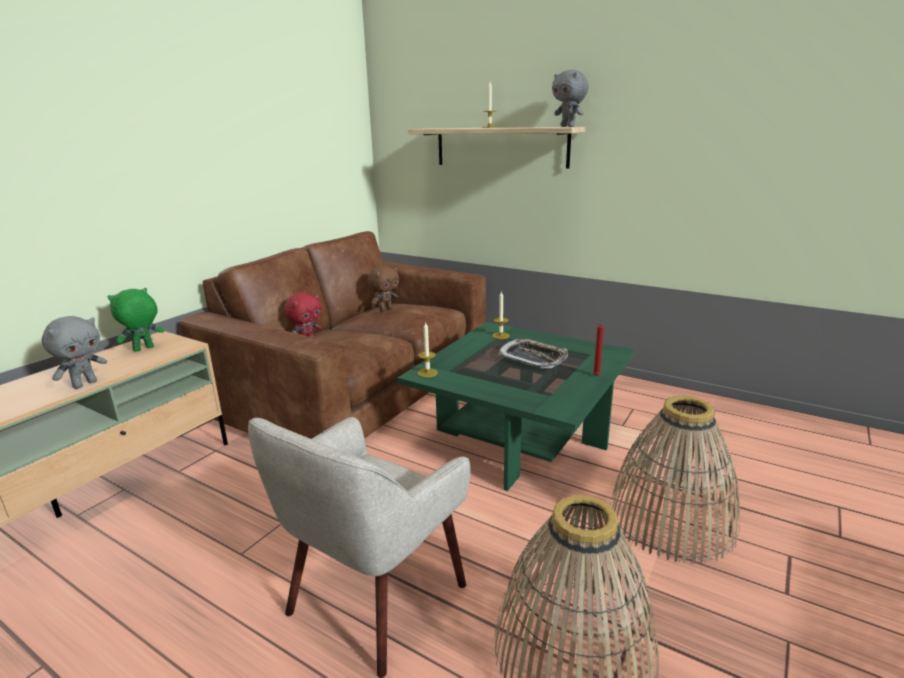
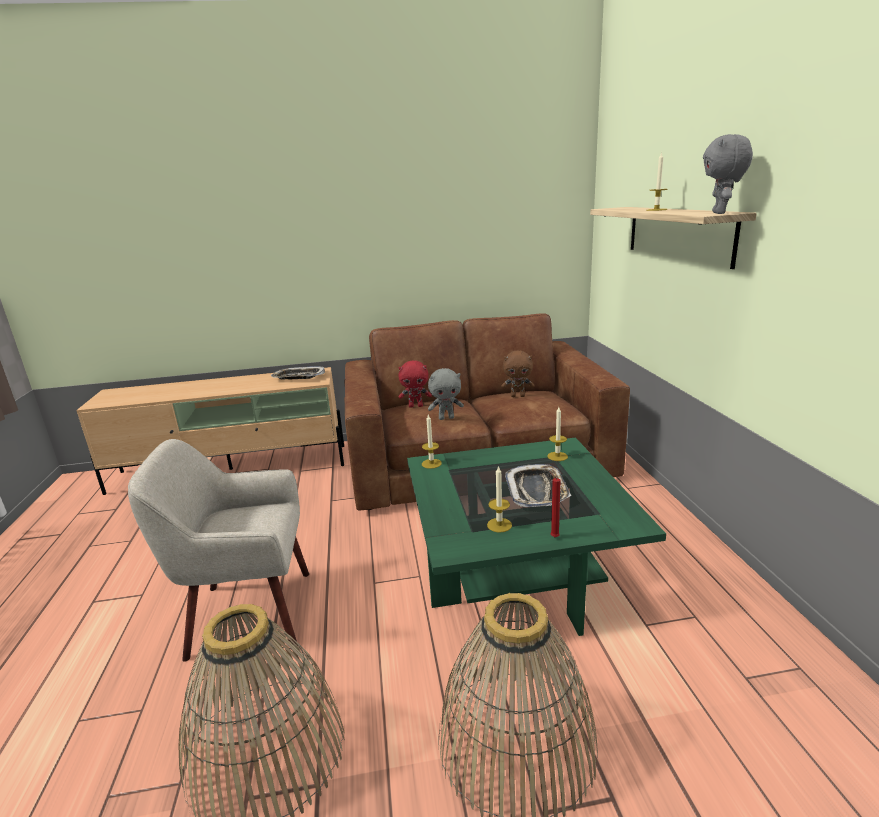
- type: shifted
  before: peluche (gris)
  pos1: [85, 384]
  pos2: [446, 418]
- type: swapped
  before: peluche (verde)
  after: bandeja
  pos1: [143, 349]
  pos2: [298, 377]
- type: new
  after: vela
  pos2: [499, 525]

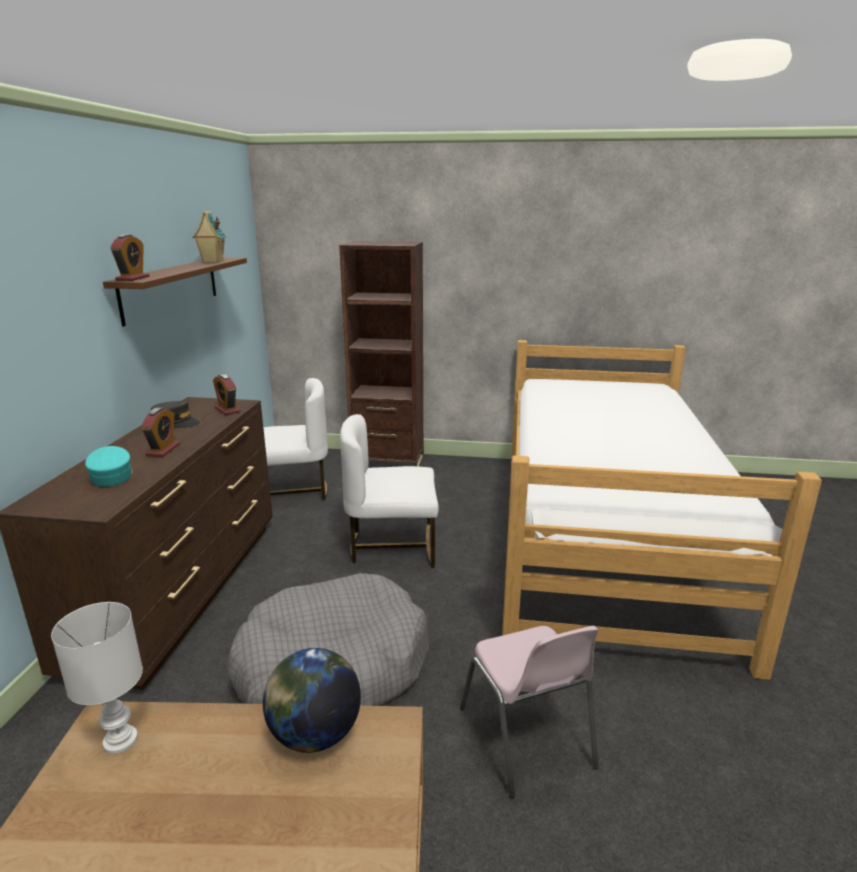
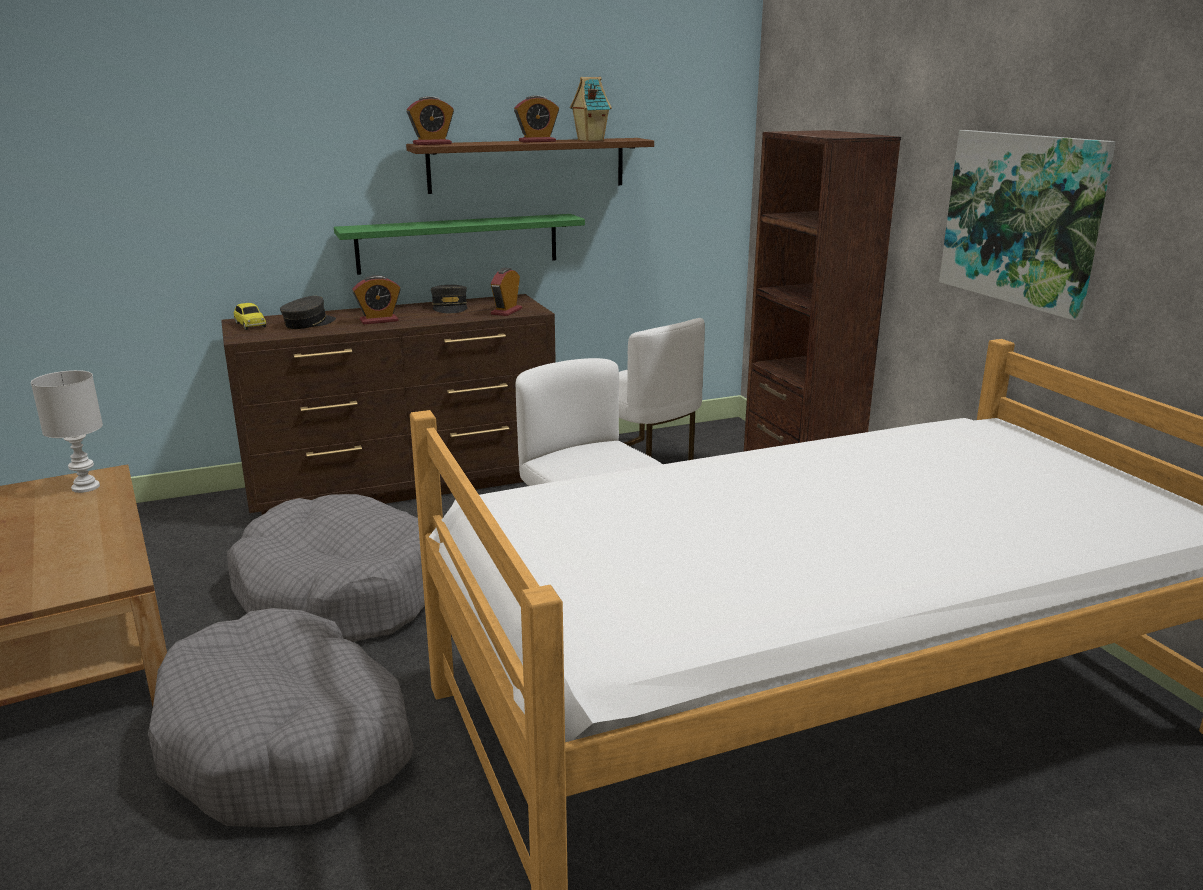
- type: repainted
  before: gorra (turquesa)
  after: gorra (gris)
  pos1: [111, 476]
  pos2: [309, 323]
- type: gone
  before: globo terráqueo
  pos1: [314, 734]
- type: swapped
  before: silla (rosa)
  after: cama para perro (gris)
  pos1: [527, 738]
  pos2: [288, 744]
- type: new
  after: coche de juguete
  pos2: [250, 325]
- type: new
  after: estante (verde)
  pos2: [458, 243]
- type: new
  after: despertador
  pos2: [537, 141]
- type: new
  after: cuadro
  pos2: [1022, 219]

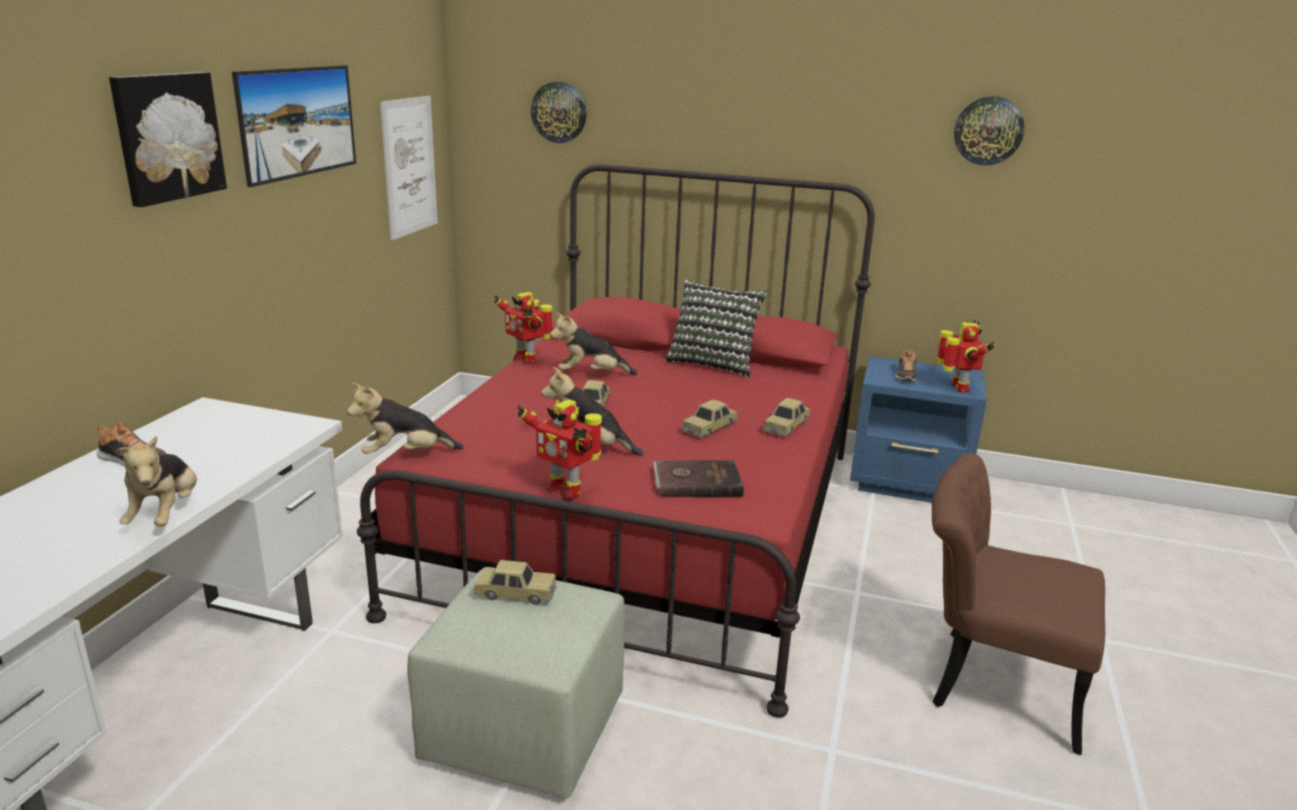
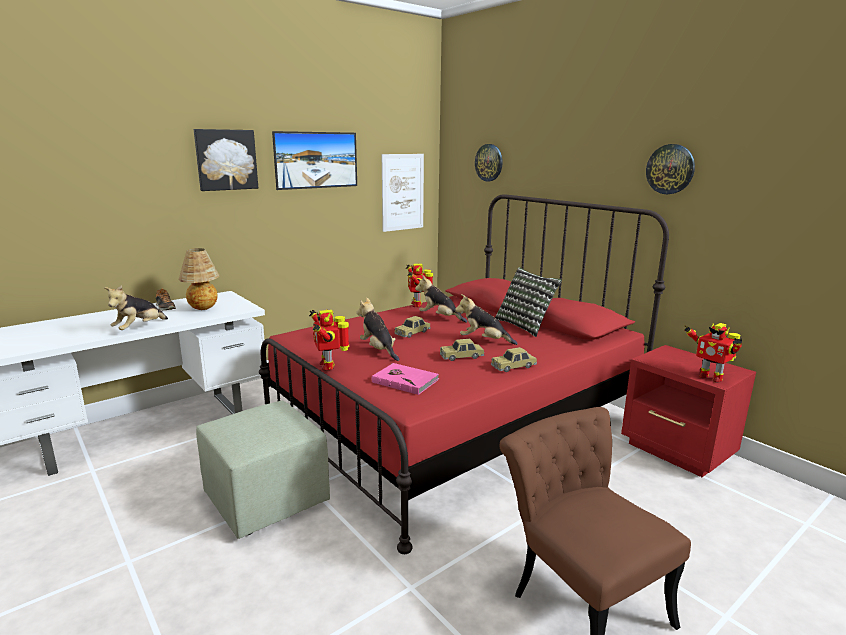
- type: shifted
  before: peluche
  pos1: [405, 455]
  pos2: [484, 341]
- type: gone
  before: coche de juguete
  pos1: [515, 593]
- type: repainted
  before: libro (marrón)
  after: libro (rosa)
  pos1: [697, 482]
  pos2: [405, 380]
- type: repainted
  before: mesita de noche (azul)
  after: mesita de noche (rojo)
  pos1: [909, 484]
  pos2: [678, 451]
- type: gone
  before: zapato
  pos1: [905, 375]
- type: rotated
  before: robot de juguete
  pos1: [958, 388]
  pos2: [710, 377]
  turn: 105
- type: shifted
  before: reloj de pared
  pos1: [988, 131]
  pos2: [670, 169]
- type: new
  after: lámpara de mesa
  pos2: [203, 309]

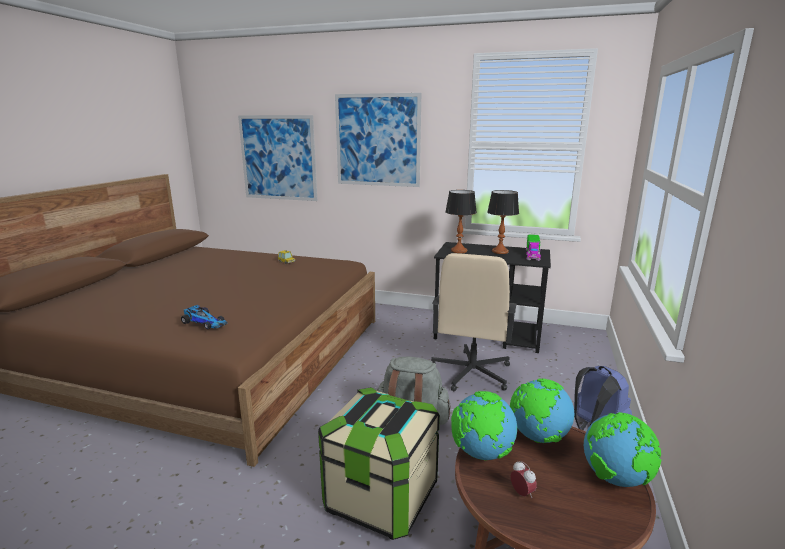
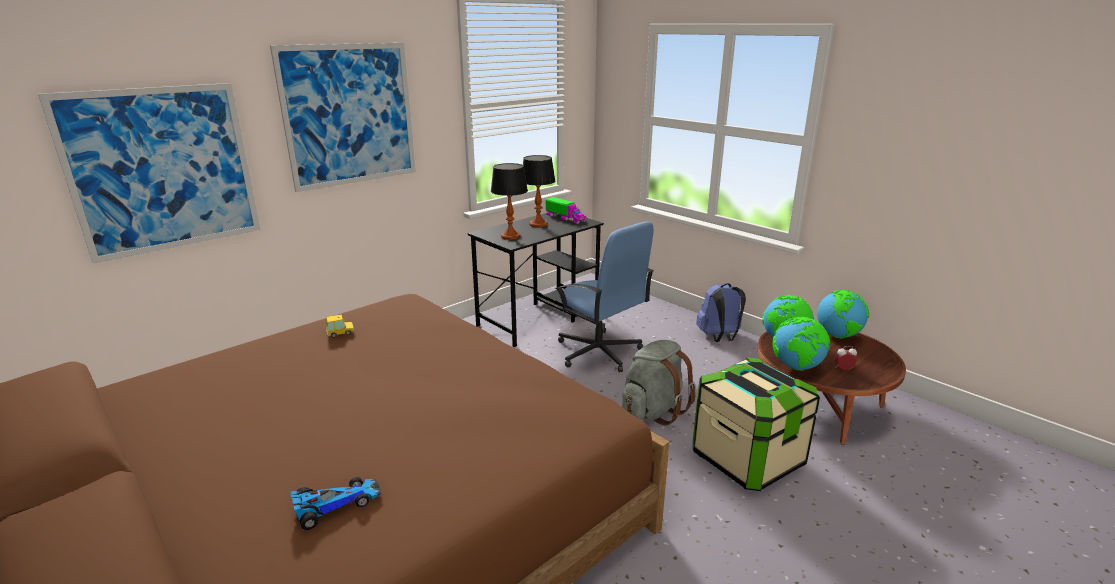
- type: shifted
  before: coche de juguete
  pos1: [206, 322]
  pos2: [335, 504]
- type: repainted
  before: silla de oficina (beis)
  after: silla de oficina (azul)
  pos1: [471, 373]
  pos2: [599, 352]

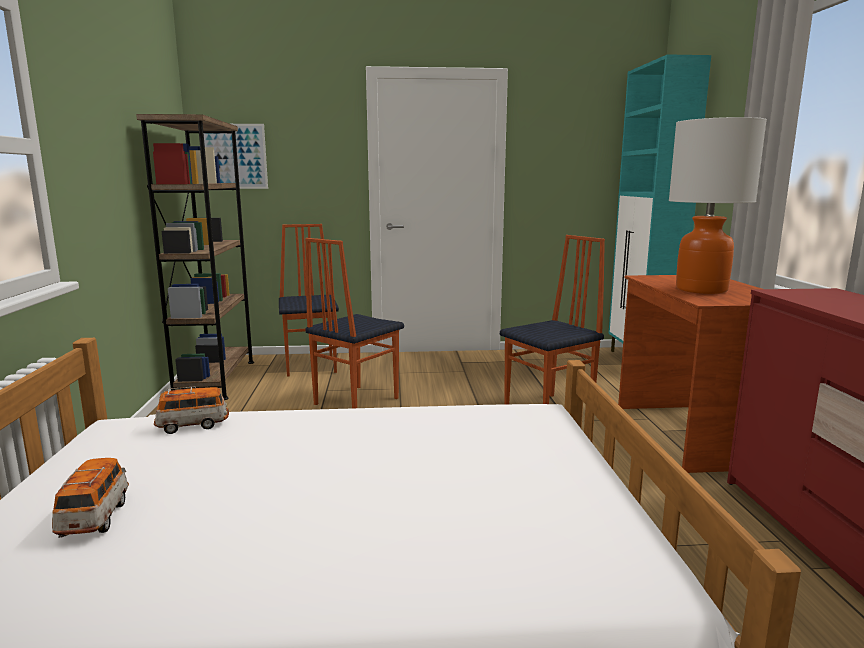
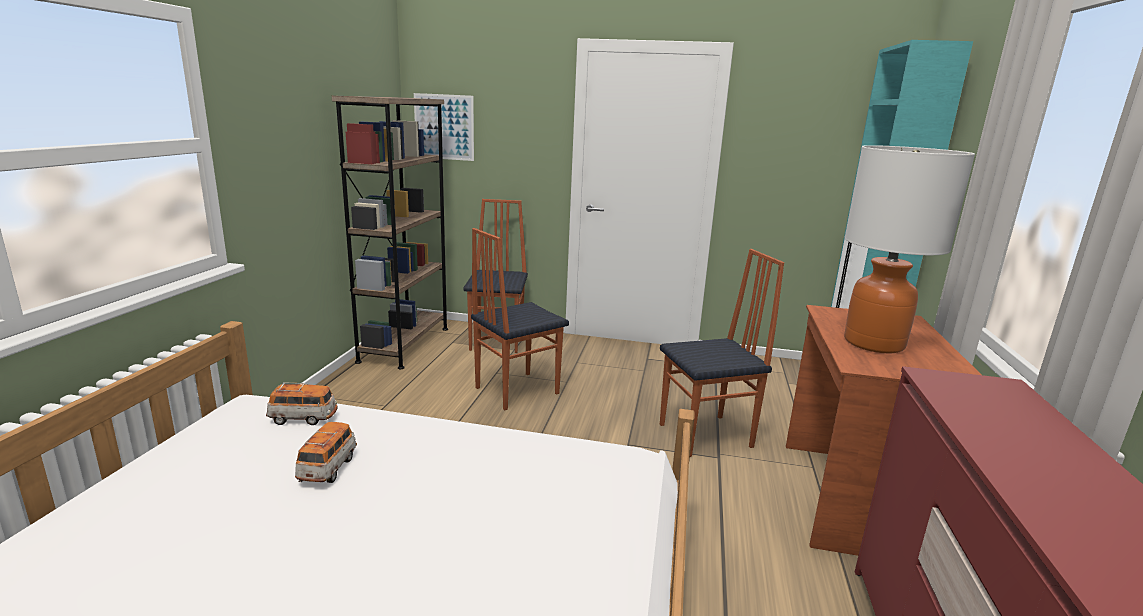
- type: shifted
  before: coche de juguete
  pos1: [95, 517]
  pos2: [328, 468]

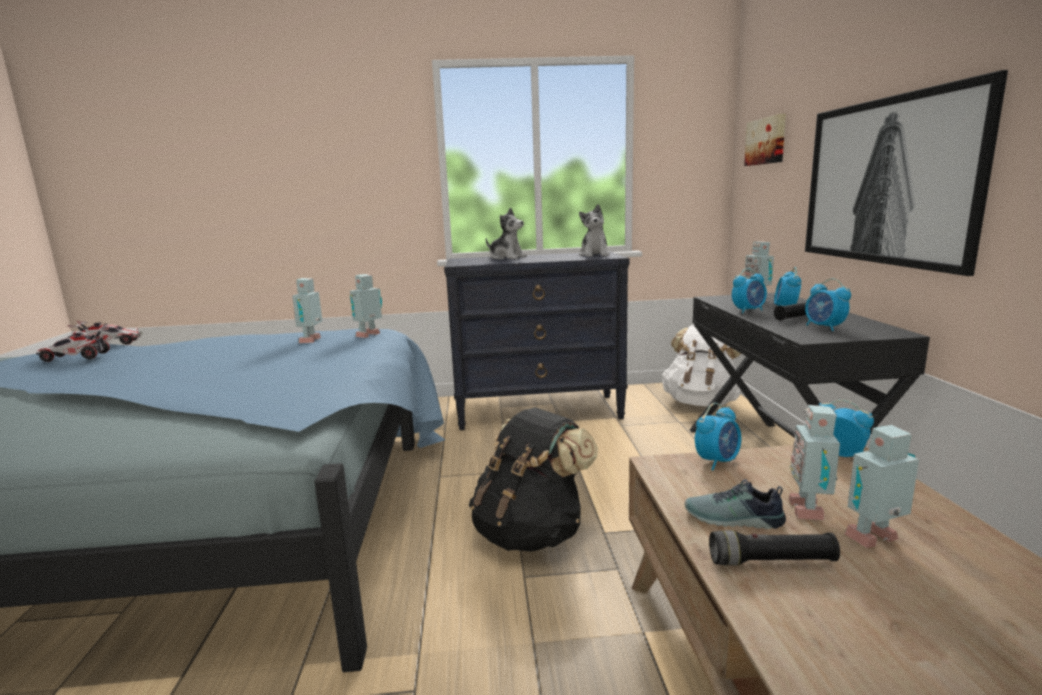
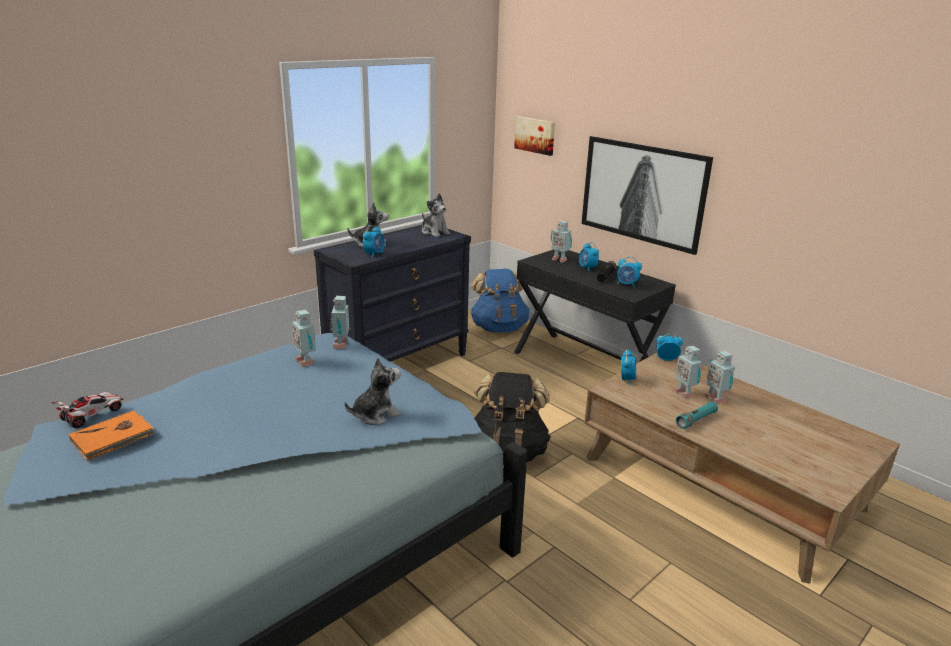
- type: swapped
  before: coche de juguete
  after: libro (naranja)
  pos1: [76, 357]
  pos2: [113, 438]
- type: repainted
  before: mochila (blanco)
  after: mochila (azul)
  pos1: [702, 403]
  pos2: [499, 328]
- type: gone
  before: zapato
  pos1: [733, 520]
- type: repainted
  before: linterna (negro)
  after: linterna (turquesa)
  pos1: [771, 561]
  pos2: [696, 420]
- type: shifted
  before: despertador
  pos1: [748, 311]
  pos2: [374, 254]
- type: rotated
  before: robot de juguete
  pos1: [875, 539]
  pos2: [715, 398]
  turn: -60
- type: new
  after: peluche
  pos2: [375, 414]

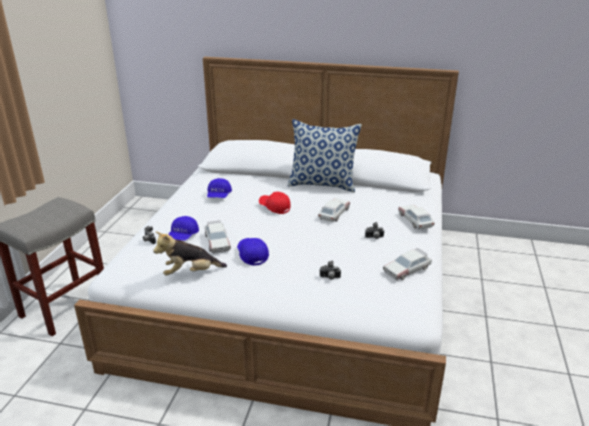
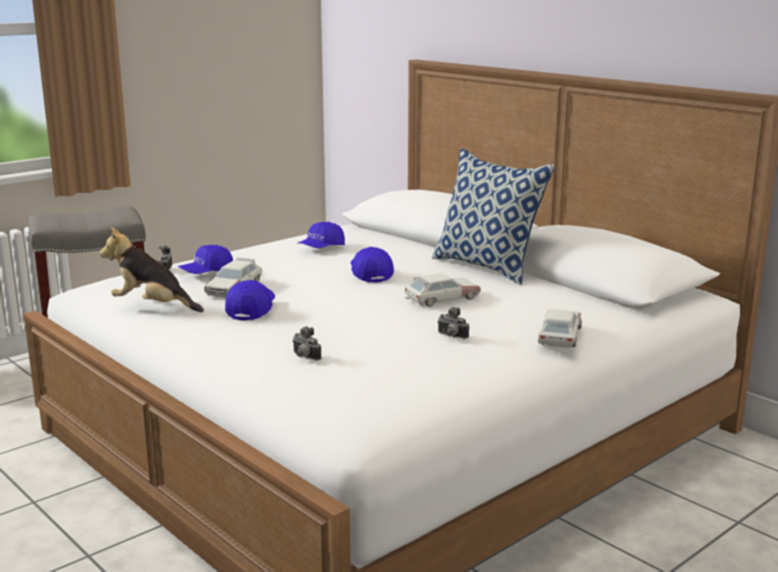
- type: repainted
  before: gorra (rojo)
  after: gorra (azul)
  pos1: [274, 207]
  pos2: [370, 274]
- type: gone
  before: coche de juguete
  pos1: [407, 269]

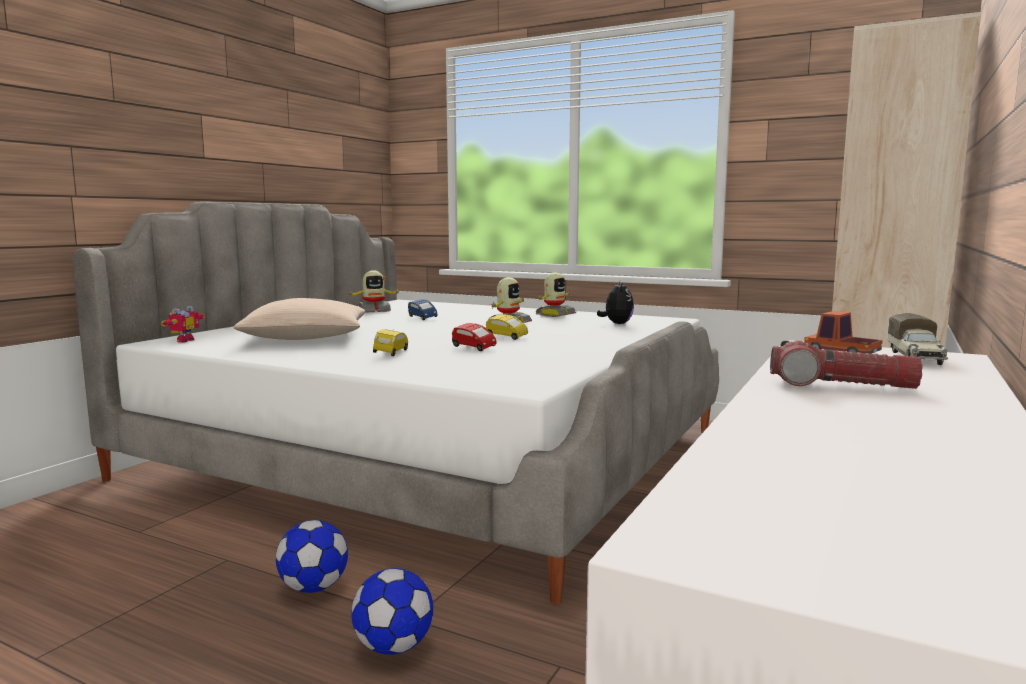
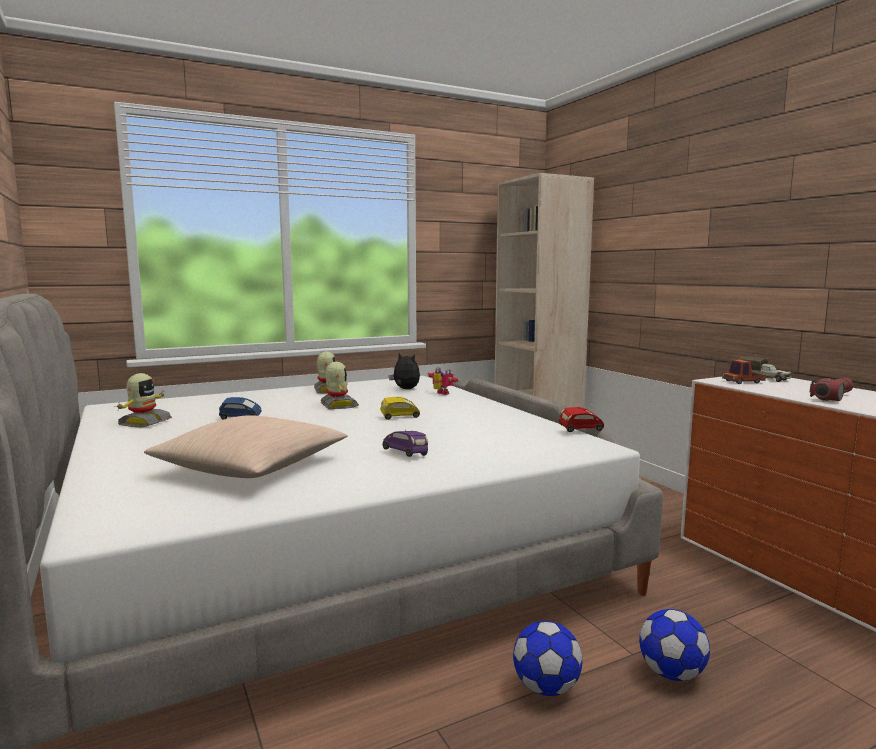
- type: shifted
  before: robot de juguete
  pos1: [182, 340]
  pos2: [440, 394]
- type: repainted
  before: coche de juguete (amarillo)
  after: coche de juguete (morado)
  pos1: [392, 353]
  pos2: [406, 453]
- type: shifted
  before: coche de juguete (rojo)
  pos1: [473, 348]
  pos2: [581, 430]

